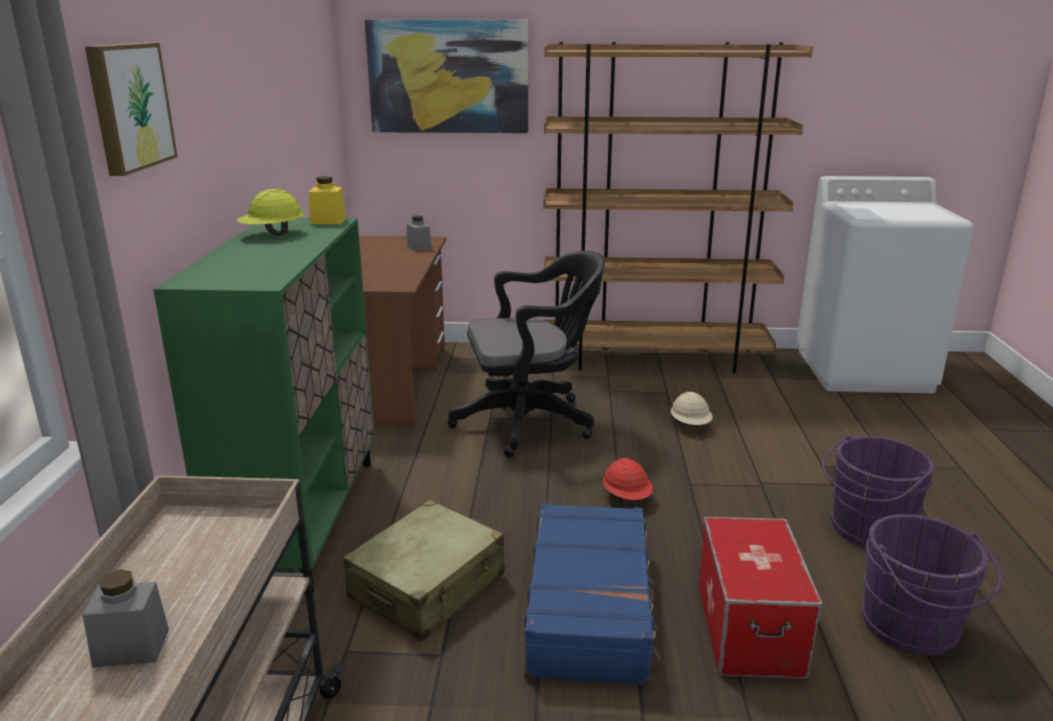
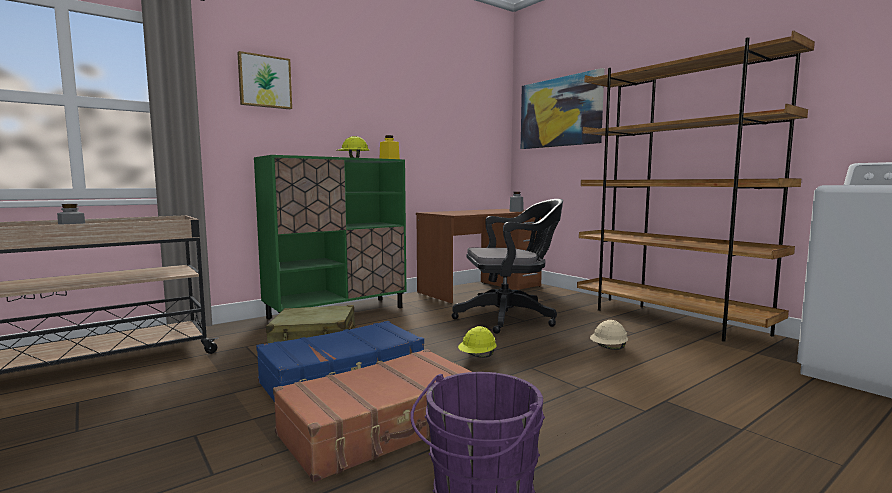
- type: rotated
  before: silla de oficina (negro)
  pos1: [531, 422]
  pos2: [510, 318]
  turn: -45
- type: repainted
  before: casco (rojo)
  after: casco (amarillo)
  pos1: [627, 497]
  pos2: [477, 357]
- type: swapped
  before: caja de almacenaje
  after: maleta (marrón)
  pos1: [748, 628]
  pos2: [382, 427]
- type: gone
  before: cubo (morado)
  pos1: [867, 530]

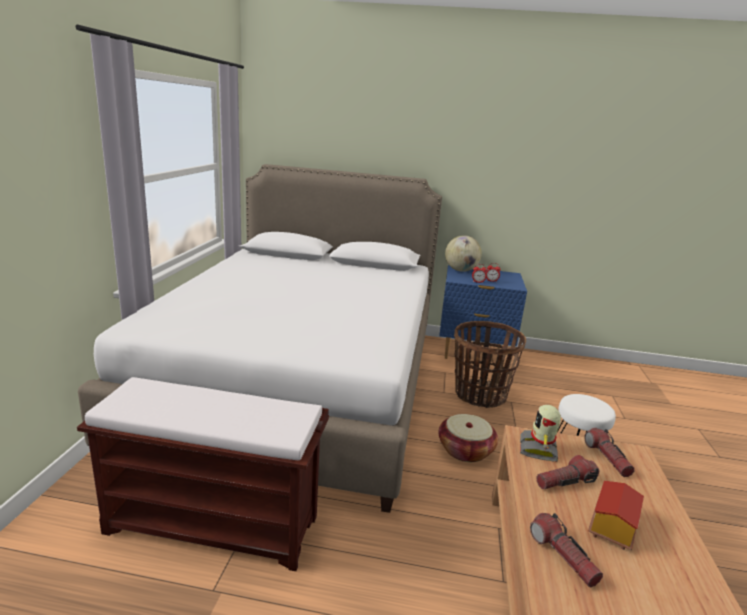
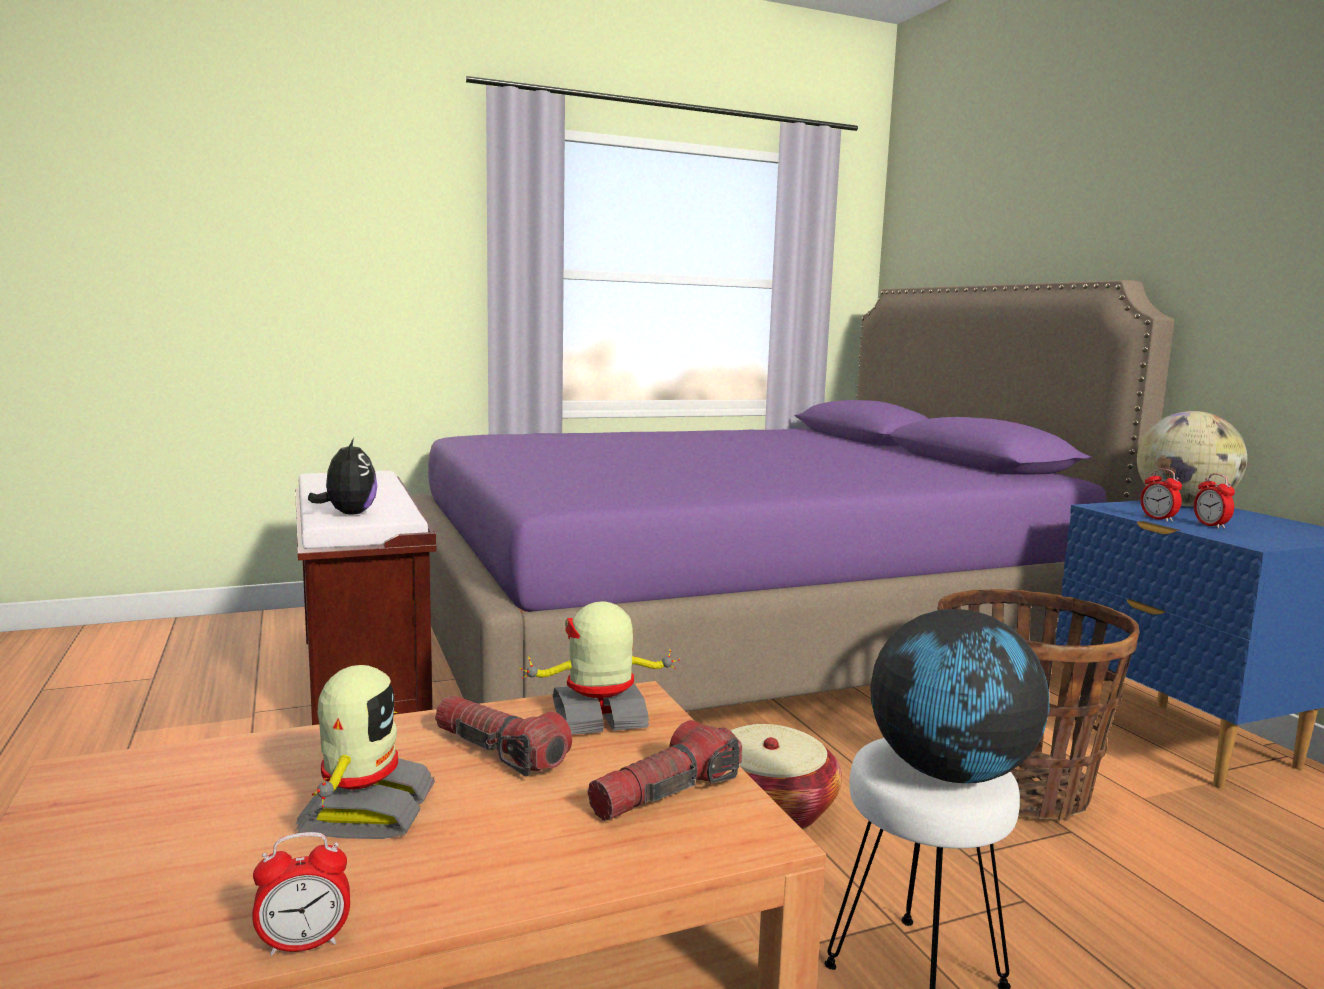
- type: repainted
  before: cama (blanco)
  after: cama (morado)
  pos1: [300, 383]
  pos2: [735, 637]
- type: gone
  before: linterna
  pos1: [563, 556]
- type: swapped
  before: casita
  after: robot de juguete
  pos1: [610, 528]
  pos2: [364, 810]
- type: new
  after: despertador
  pos2: [304, 944]
- type: new
  after: peluche
  pos2: [348, 514]
- type: new
  after: globo terráqueo
  pos2: [950, 773]

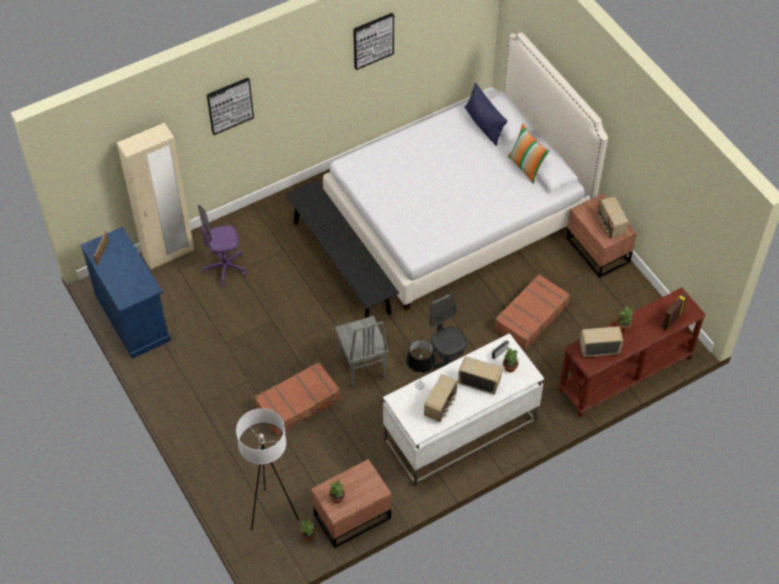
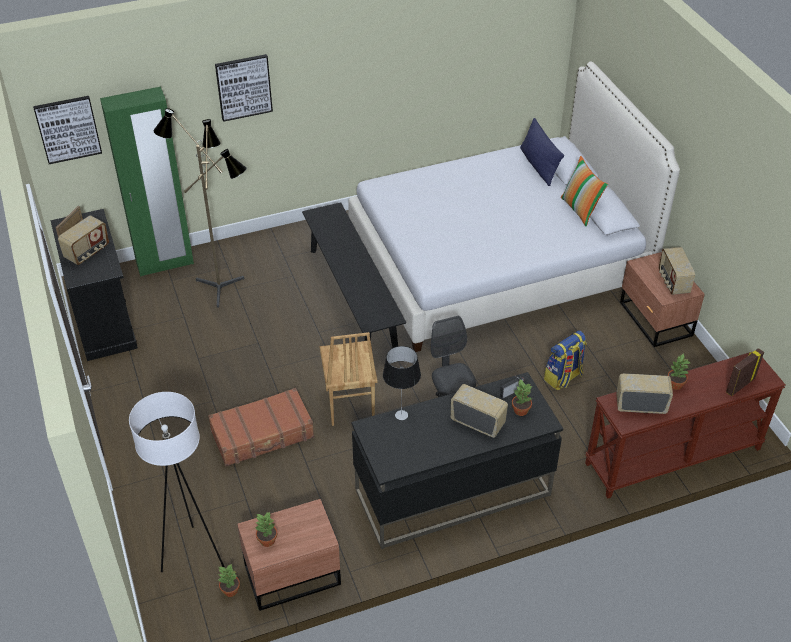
- type: repainted
  before: armario (azul)
  after: armario (negro)
  pos1: [133, 317]
  pos2: [104, 319]
- type: repainted
  before: armario ropero (beis)
  after: armario ropero (verde)
  pos1: [168, 254]
  pos2: [165, 264]
- type: swapped
  before: silla de oficina (morado)
  after: lámpara de pie
  pos1: [225, 268]
  pos2: [222, 284]
- type: repainted
  before: silla (gris)
  after: silla (marrón)
  pos1: [361, 367]
  pos2: [349, 405]
- type: shifted
  before: cuadro
  pos1: [373, 40]
  pos2: [68, 129]
- type: repainted
  before: escritorio (blanco)
  after: escritorio (negro)
  pos1: [459, 431]
  pos2: [452, 493]
- type: shifted
  before: radio
  pos1: [440, 406]
  pos2: [87, 252]
- type: swapped
  before: maleta (marrón)
  after: mochila
  pos1: [530, 317]
  pos2: [563, 378]

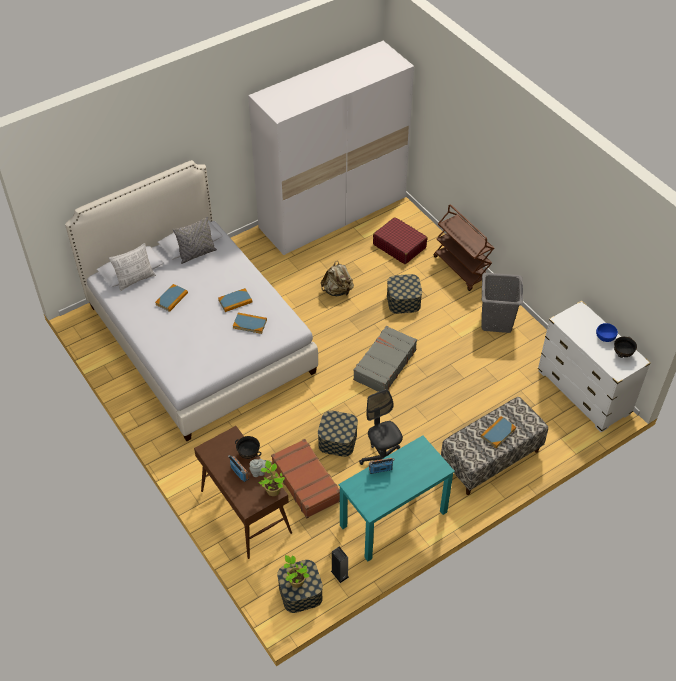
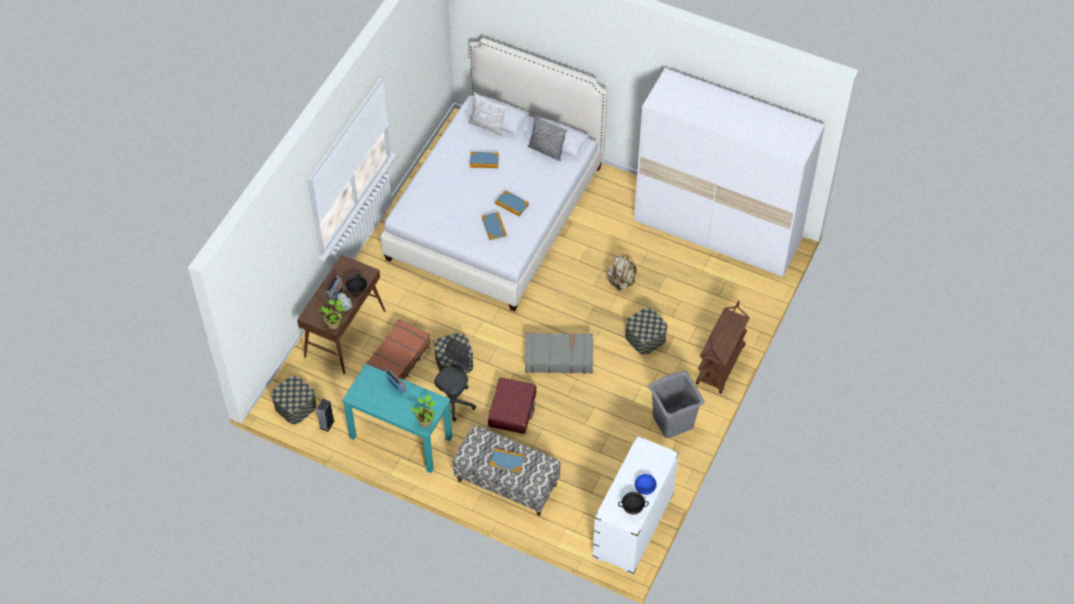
- type: shifted
  before: planta en maceta
  pos1: [296, 581]
  pos2: [425, 421]
- type: shifted
  before: maleta (rojo)
  pos1: [399, 246]
  pos2: [512, 410]

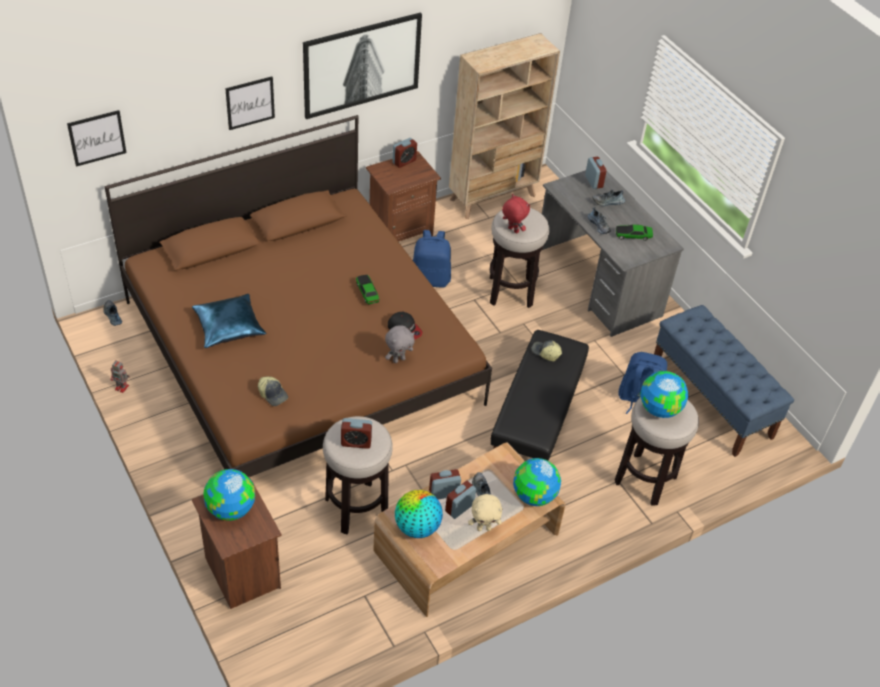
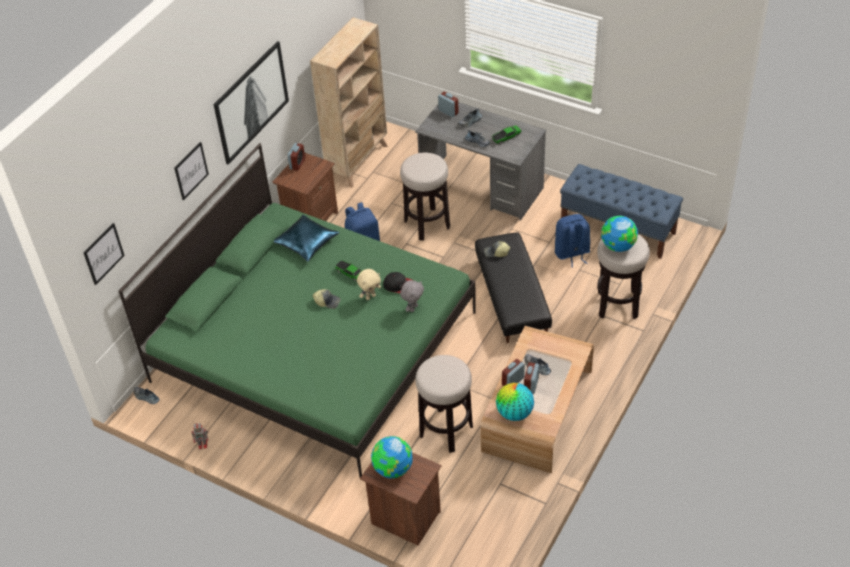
- type: repainted
  before: cama (marrón)
  after: cama (verde)
  pos1: [302, 352]
  pos2: [314, 346]
- type: shifted
  before: cojín (azul)
  pos1: [229, 326]
  pos2: [307, 242]
- type: shifted
  before: gorra
  pos1: [273, 394]
  pos2: [327, 301]
- type: gone
  before: despertador
  pos1: [356, 442]
- type: shifted
  before: peluche (beis)
  pos1: [484, 528]
  pos2: [370, 296]
- type: gone
  before: peluche (rojo)
  pos1: [512, 230]
- type: gone
  before: globo terráqueo
  pos1: [534, 496]

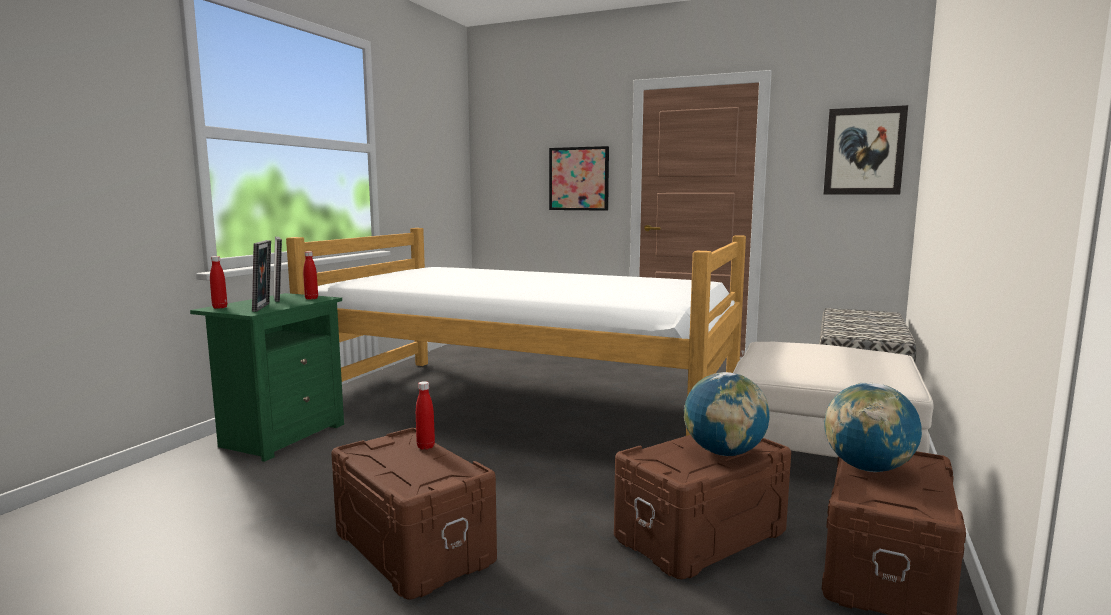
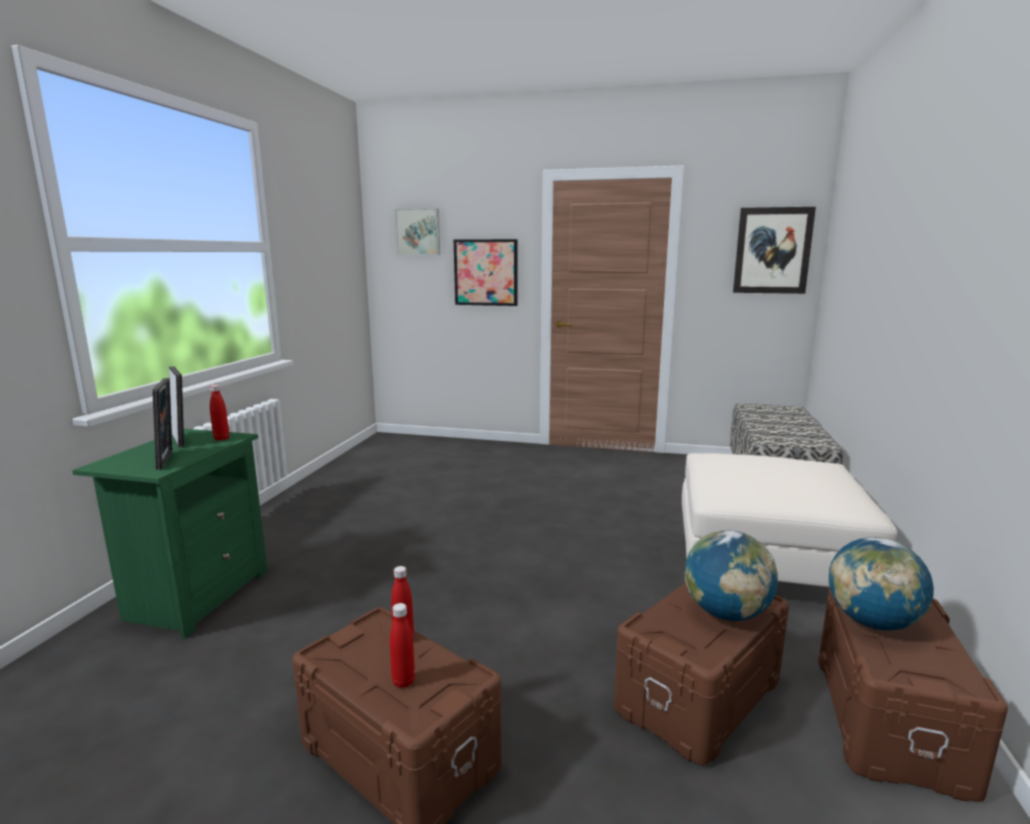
- type: shifted
  before: botella (rojo)
  pos1: [220, 307]
  pos2: [403, 681]
- type: gone
  before: cama
  pos1: [523, 406]
- type: new
  after: cuadro
  pos2: [418, 232]

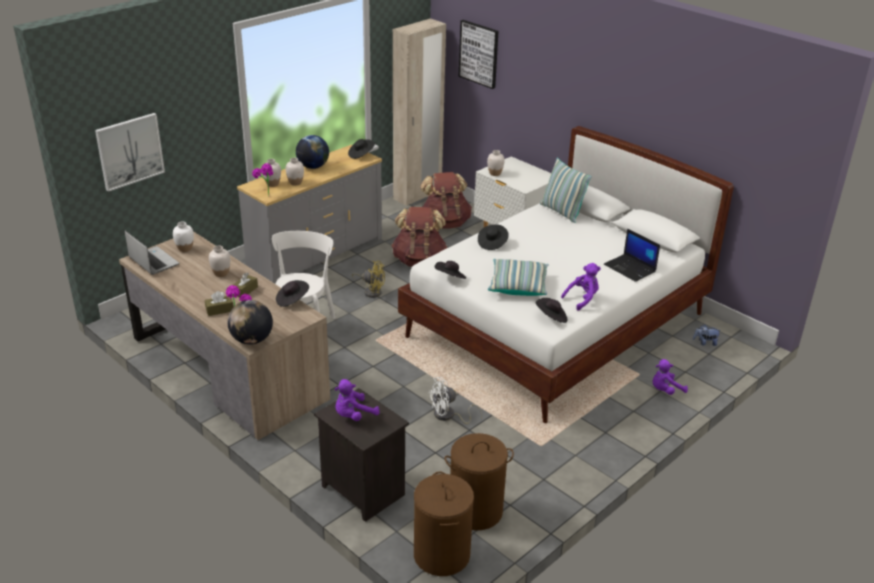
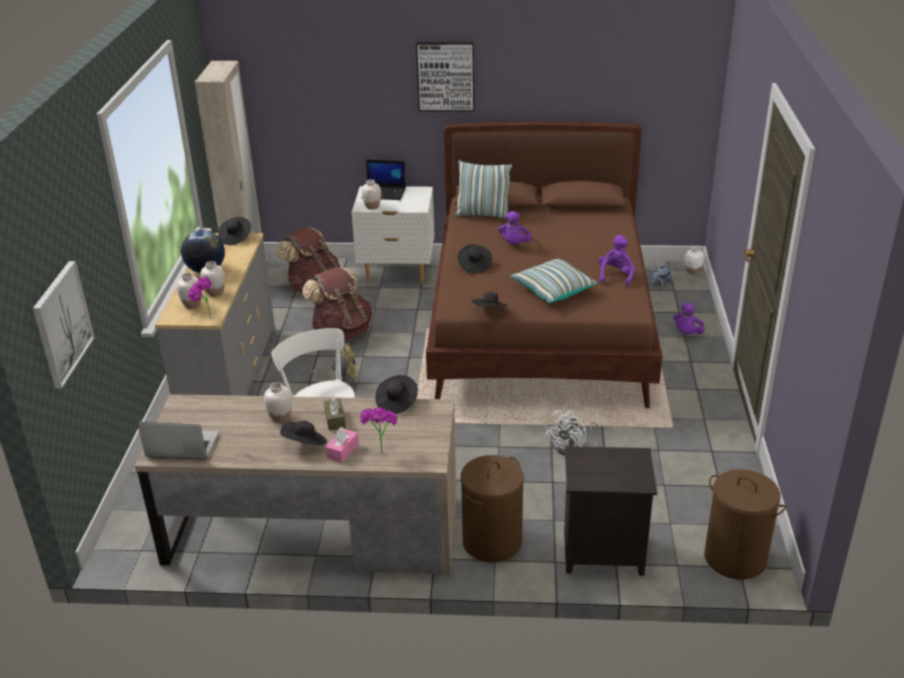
- type: shifted
  before: florero (blanco)
  pos1: [185, 249]
  pos2: [692, 271]
- type: repainted
  before: caja de pañuelos (marrón)
  after: caja de pañuelos (rosa)
  pos1: [219, 310]
  pos2: [342, 451]
- type: gone
  before: globo terráqueo
  pos1: [251, 340]
- type: shifted
  before: peluche (morado)
  pos1: [353, 415]
  pos2: [514, 244]
- type: repainted
  before: cama (blanco)
  after: cama (marrón)
  pos1: [557, 325]
  pos2: [540, 326]
- type: shifted
  before: cesto de la ropa (marrón)
  pos1: [475, 511]
  pos2: [492, 542]
- type: shifted
  before: cuadro
  pos1: [479, 53]
  pos2: [445, 76]
- type: shifted
  before: sombrero (negro)
  pos1: [551, 317]
  pos2: [305, 444]
- type: shifted
  before: portátil
  pos1: [630, 268]
  pos2: [384, 193]

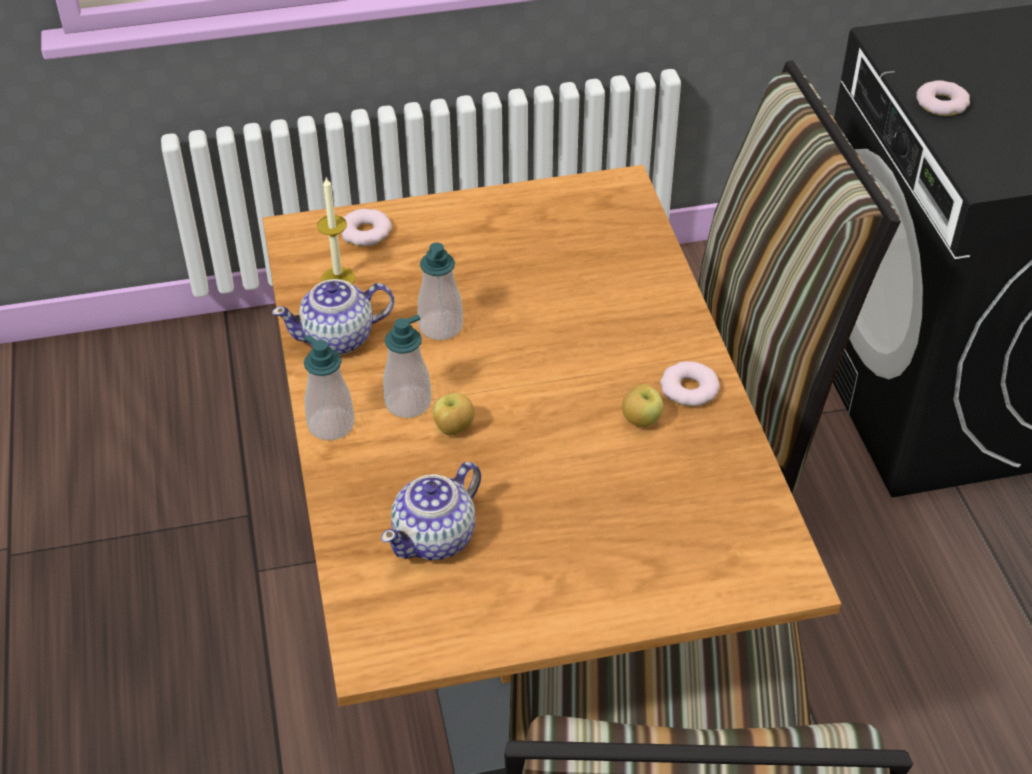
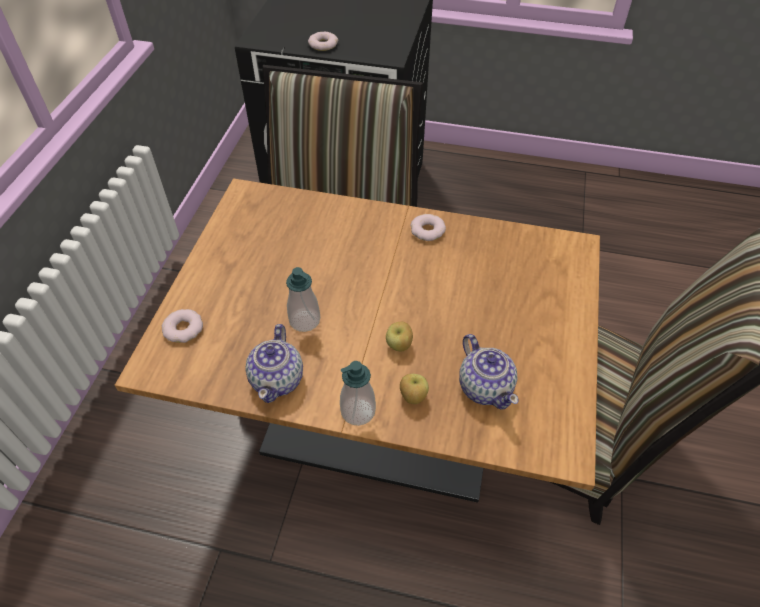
- type: gone
  before: vela
  pos1: [338, 278]
- type: gone
  before: dispensador de jabón
  pos1: [408, 403]
- type: shifted
  before: manzana
  pos1: [641, 420]
  pos2: [413, 397]

